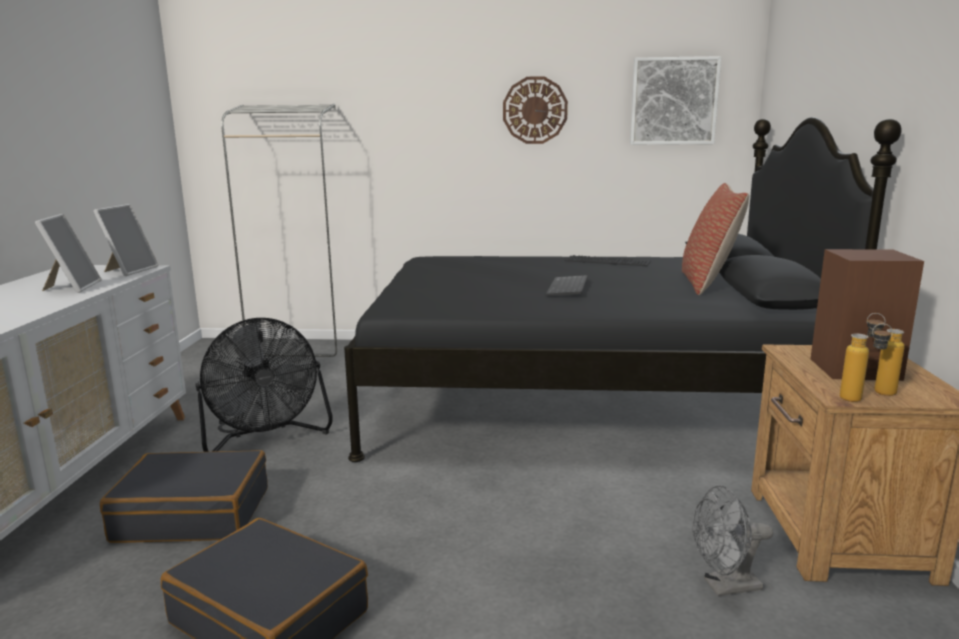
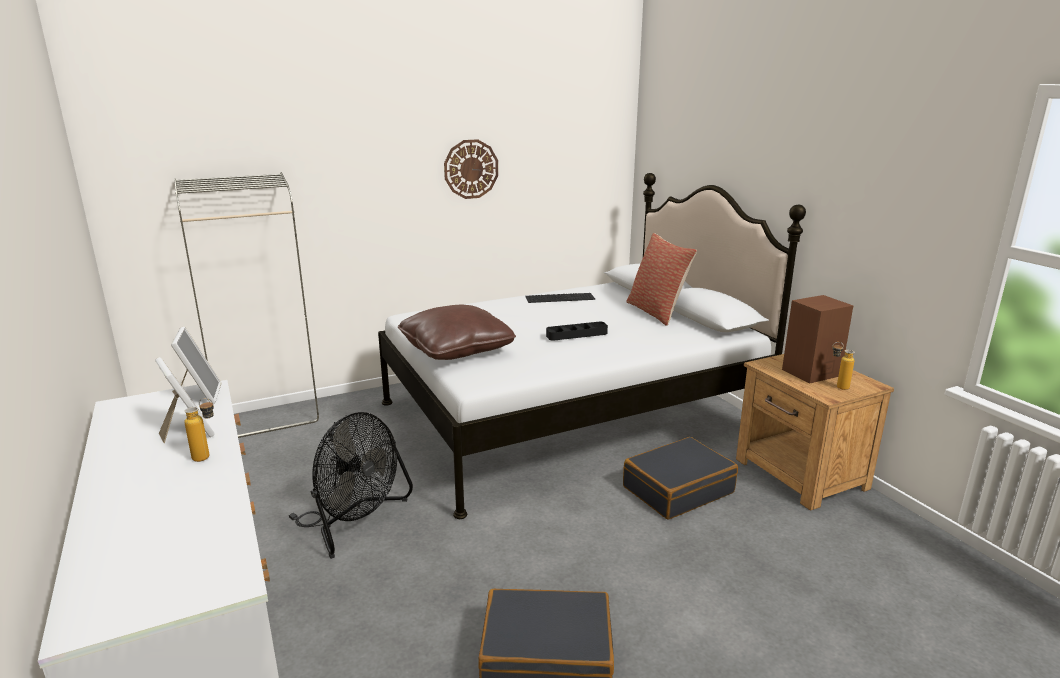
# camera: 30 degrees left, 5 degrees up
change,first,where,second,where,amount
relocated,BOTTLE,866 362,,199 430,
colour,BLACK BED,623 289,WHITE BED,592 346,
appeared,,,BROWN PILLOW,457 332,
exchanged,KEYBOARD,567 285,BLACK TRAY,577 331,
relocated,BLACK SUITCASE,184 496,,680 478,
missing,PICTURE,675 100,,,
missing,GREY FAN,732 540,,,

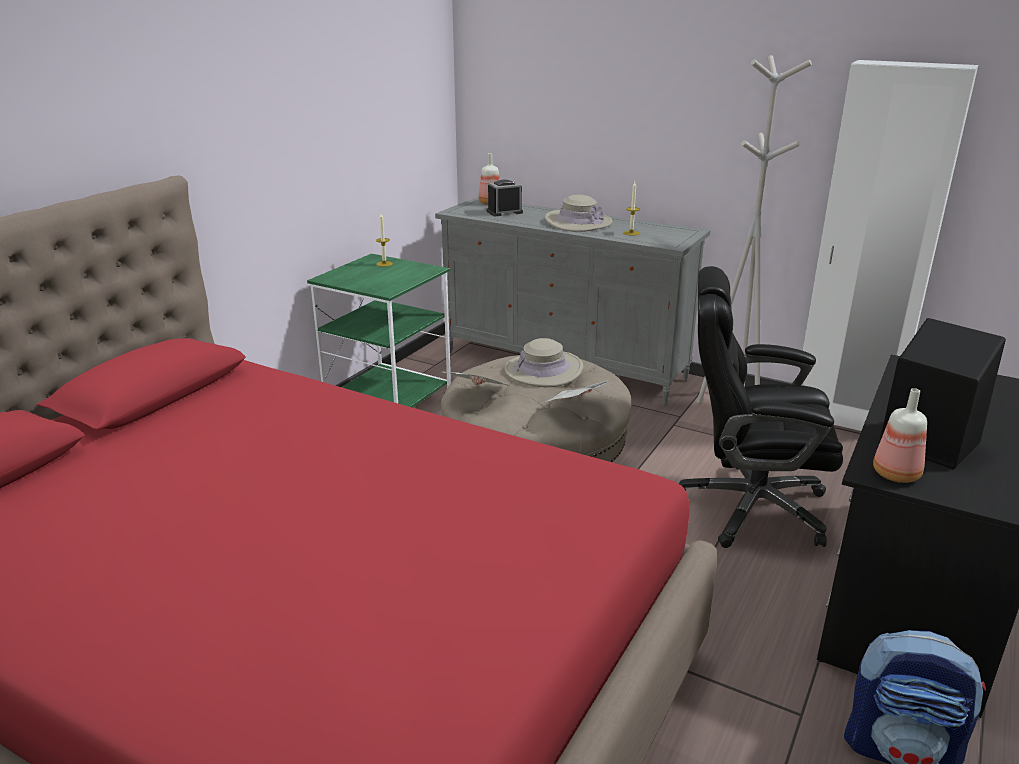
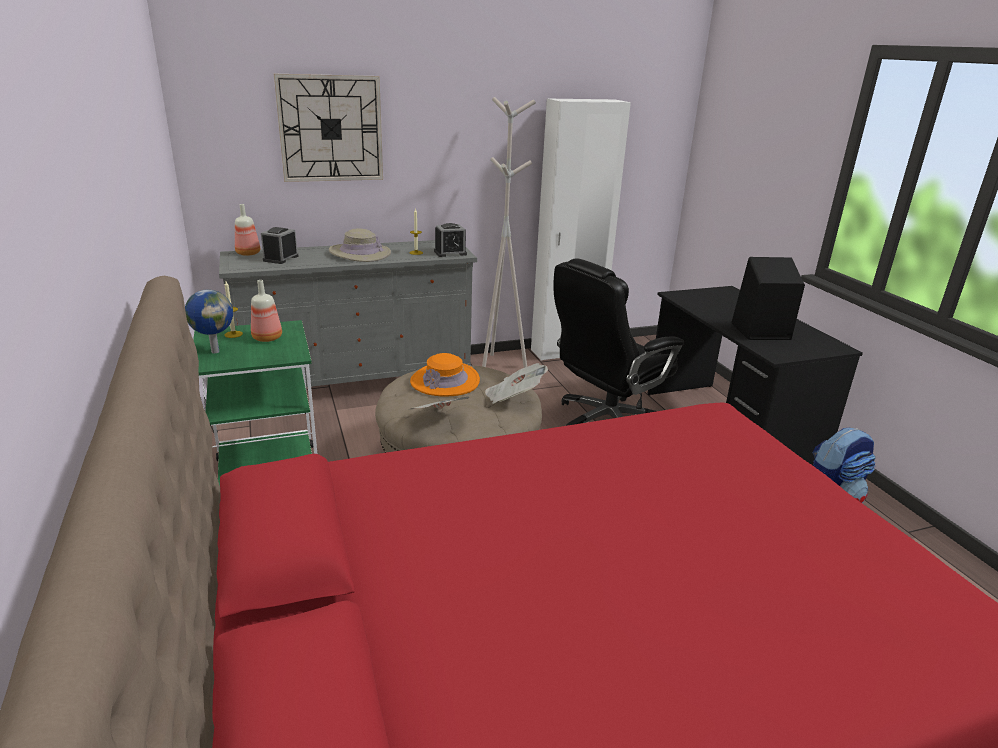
# camera: 50 degrees left, 0 degrees up
change,first,where,second,where,amount
appeared,,,GLOBE,209 321,
relocated,BOTTLE,900 435,,266 311,
appeared,,,WALL CLOCK,328 128,
colour,BEIGE HAT,543 362,ORANGE HAT,445 375,
appeared,,,ALARM CLOCK,450 240,

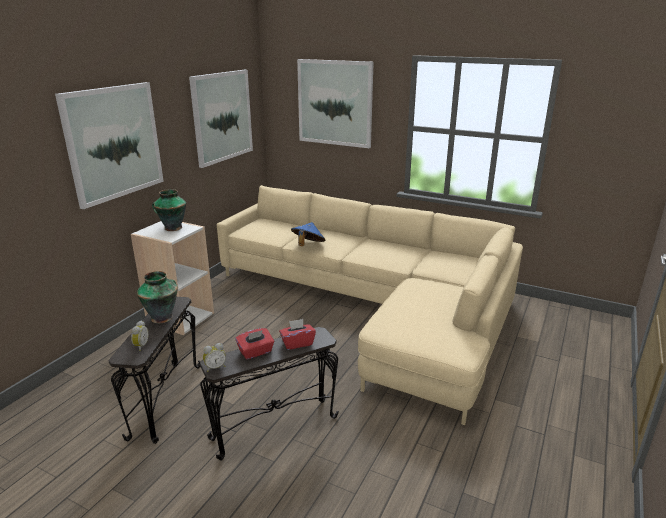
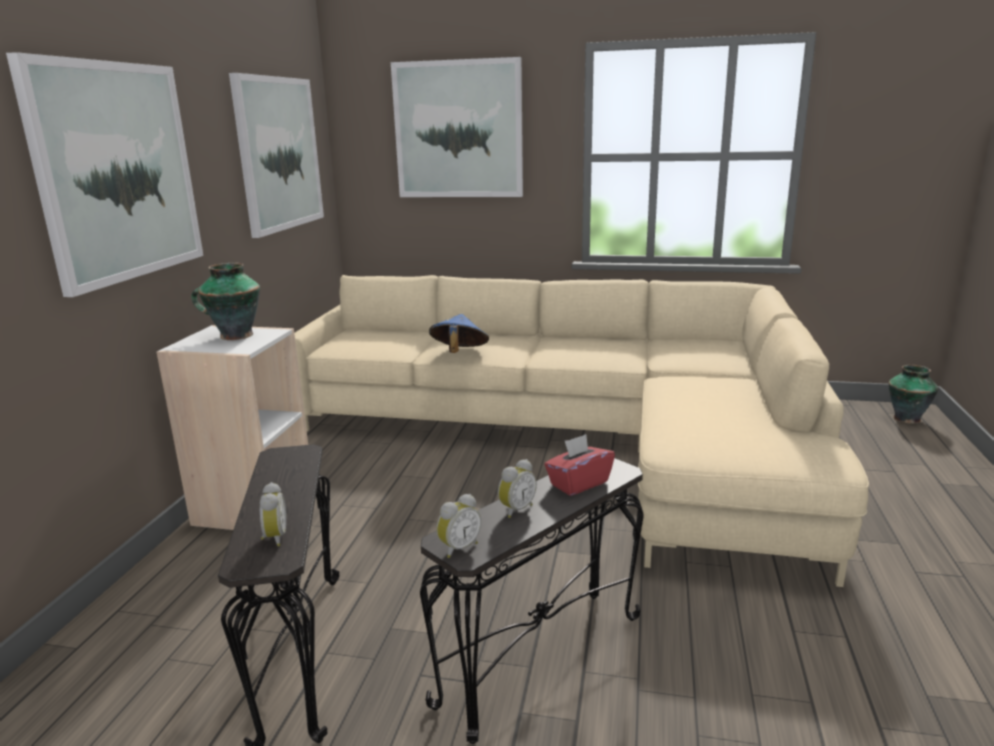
# camera: 15 degrees left, 5 degrees down
change,first,where,second,where,amount
exchanged,RED TISSUE BOX,254 343,ALARM CLOCK,517 488,
relocated,VASE,157 297,,914 394,

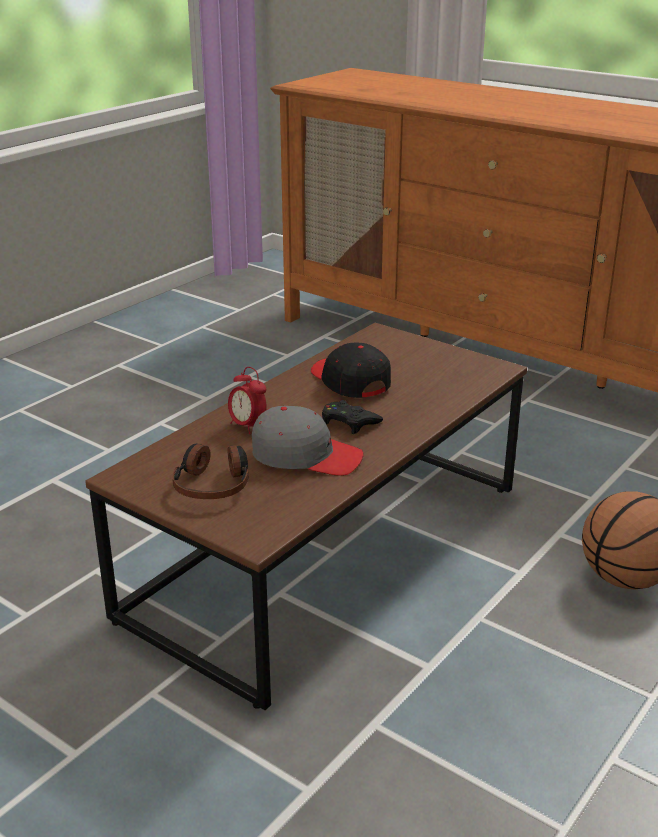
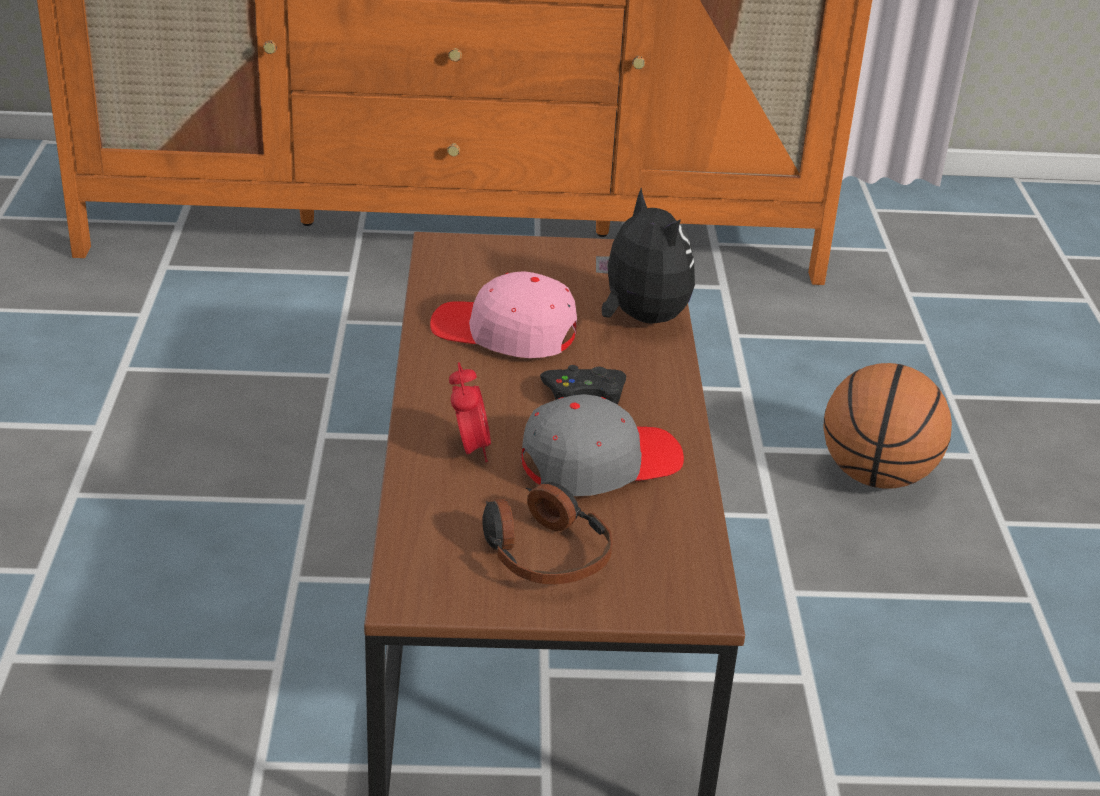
# camera: 40 degrees left, 5 degrees up
change,first,where,second,where,amount
colour,BLACK CAP,351 370,PINK CAP,503 314,
spun,ALARM CLOCK,247 400,,470 412,105 degrees counterclockwise
appeared,,,PLUSH TOY,645 256,

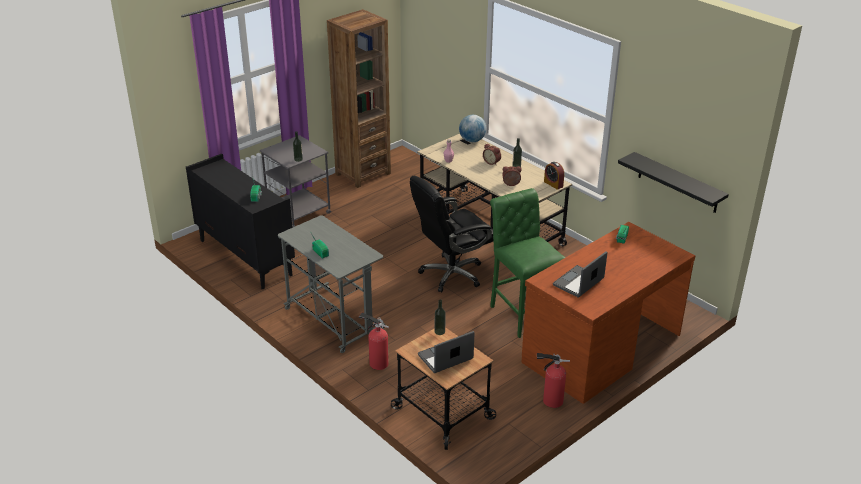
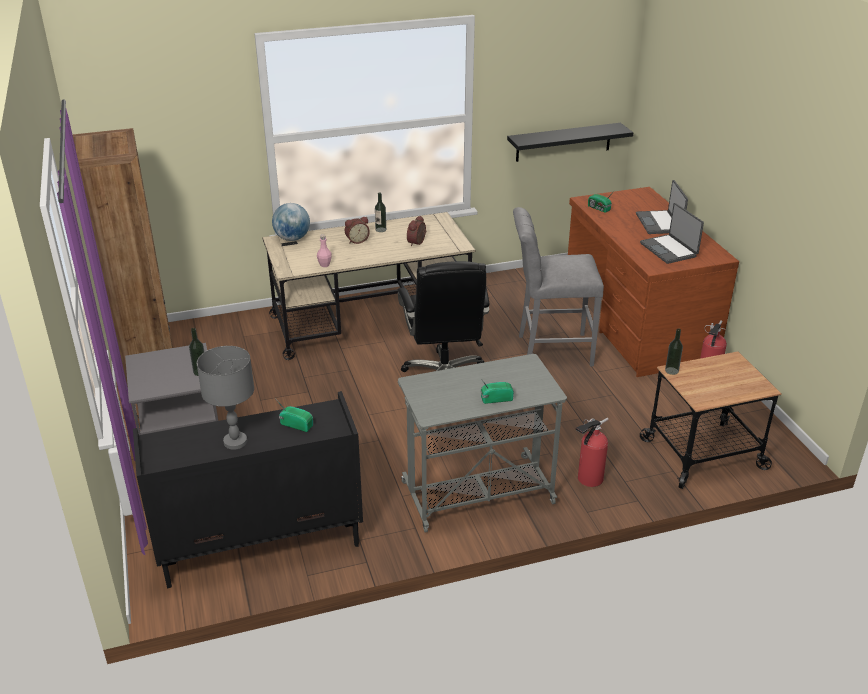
# camera: 65 degrees left, 0 degrees up
change,first,where,second,where,amount
appeared,,,GREY TABLE LAMP,225 398,
colour,GREEN STOOL,528 263,GREY STOOL,558 286,
relocated,LAPTOP,446 352,,662 207,
missing,ALARM CLOCK,554 176,,,

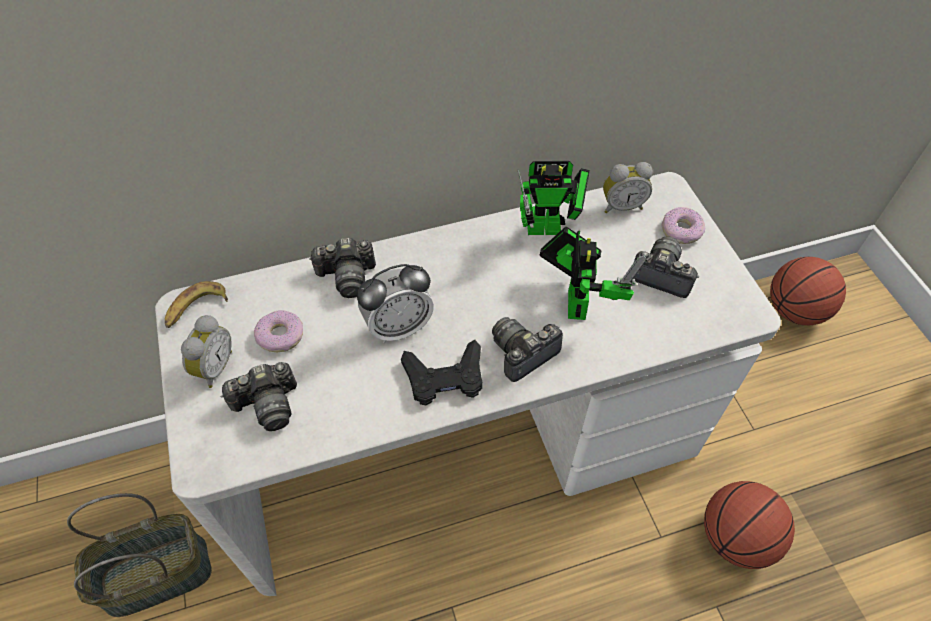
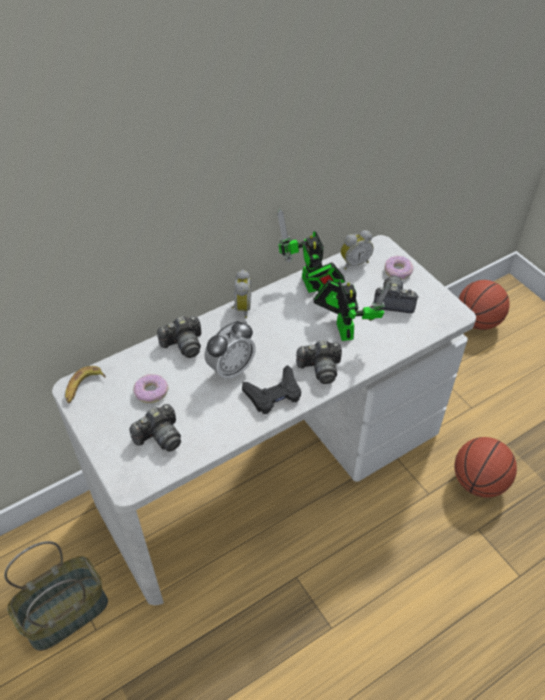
# camera: 15 degrees left, 5 degrees down
change,first,where,second,where,amount
relocated,ALARM CLOCK,206 351,,241 294,
spun,TOY ROBOT,554 198,,311 251,90 degrees clockwise
spun,PHOTO CAMERA,527 349,,319 362,135 degrees counterclockwise

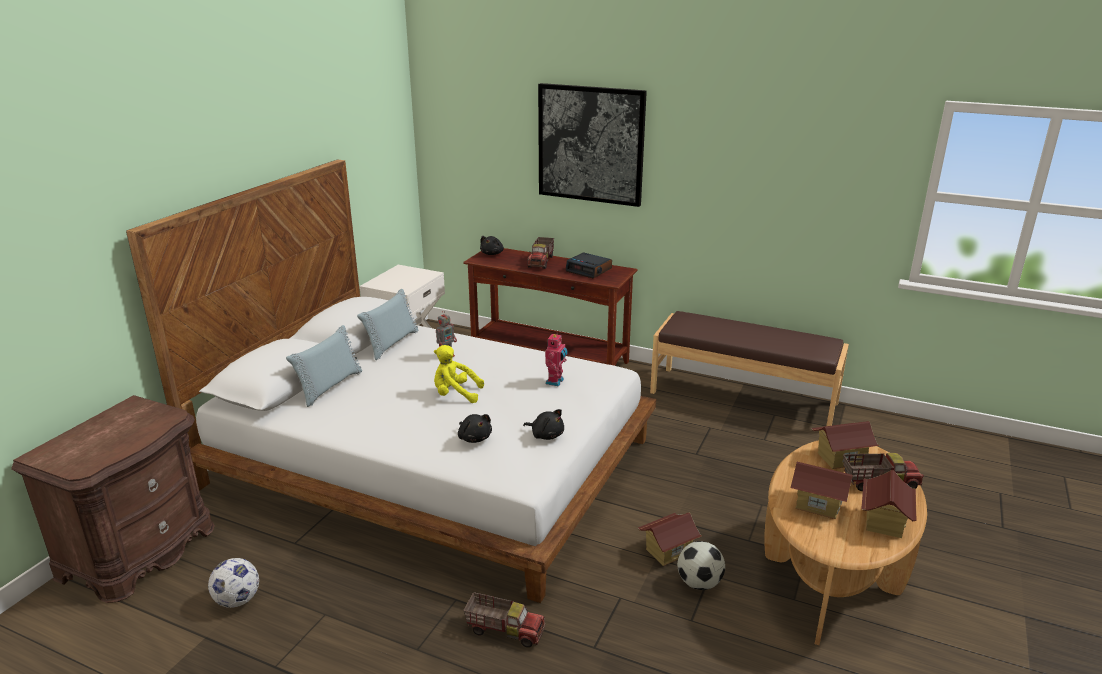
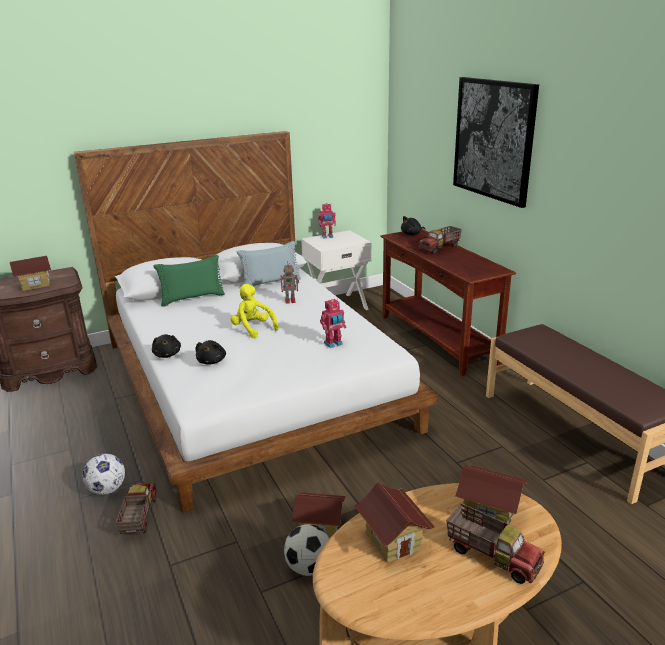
# camera: 40 degrees right, 0 degrees up
change,first,where,second,where,amount
relocated,TOY HOUSE,888 504,,30 273,
relocated,FOOTBALL,233 583,,104 474,
spun,TOY TRUCK,504 620,,136 508,150 degrees counterclockwise
relocated,BLACK PLUSH TOY,543 424,,166 346,
colour,BLUE PILLOW,324 366,GREEN PILLOW,189 281,
appeared,,,TOY ROBOT,327 221,
missing,ALARM CLOCK,588 265,,,

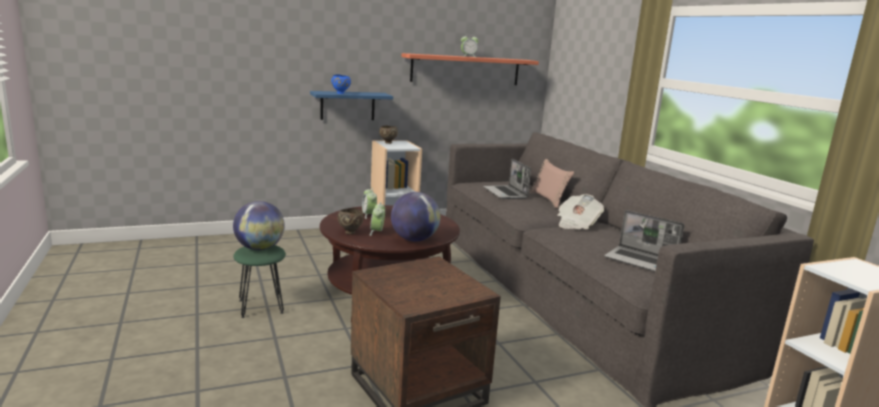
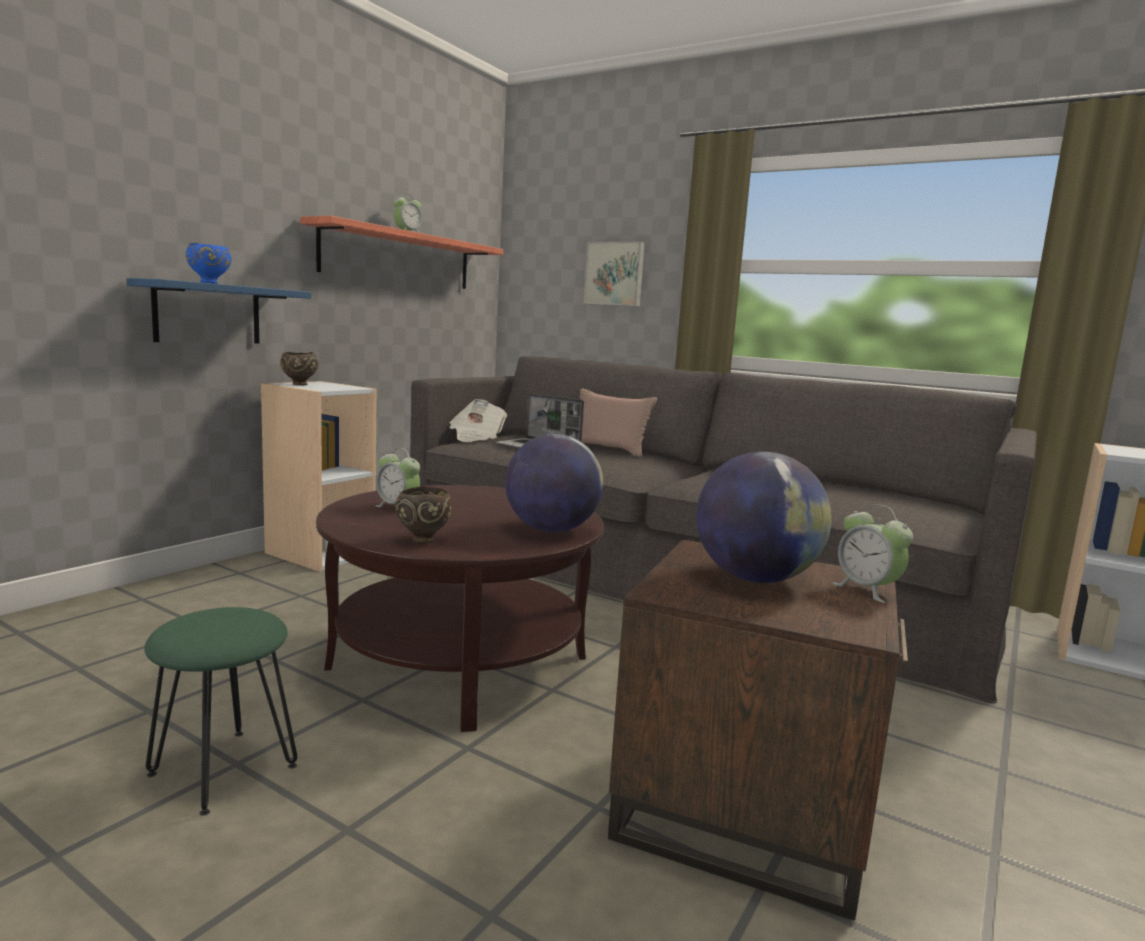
# camera: 35 degrees left, 5 degrees down
change,first,where,second,where,amount
relocated,NEWSPAPER,581 211,,478 420,
appeared,,,PICTURE,614 274,
relocated,GLOBE,259 225,,764 517,
relocated,ALARM CLOCK,377 219,,873 553,
missing,LAPTOP,644 240,,,

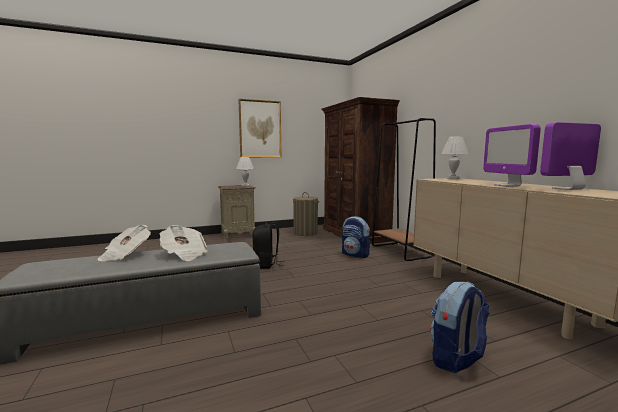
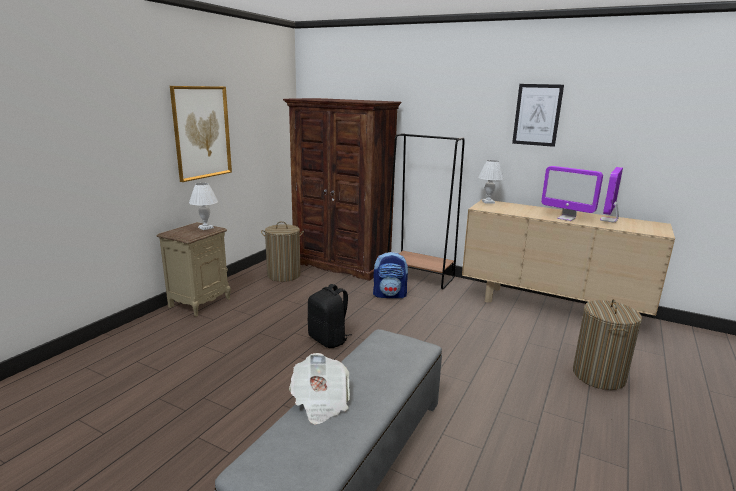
# camera: 40 degrees left, 10 degrees up
change,first,where,second,where,amount
appeared,,,PICTURE,538 115,
exchanged,BACKPACK,460 327,LAUNDRY BASKET,607 344,
missing,NEWSPAPER,184 243,,,

